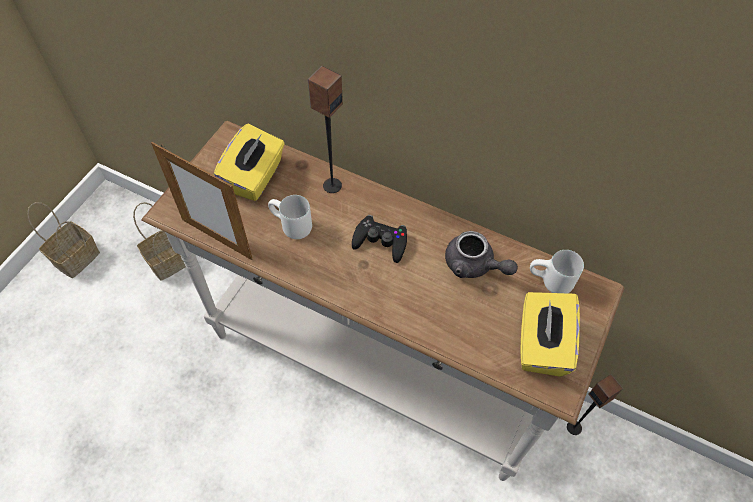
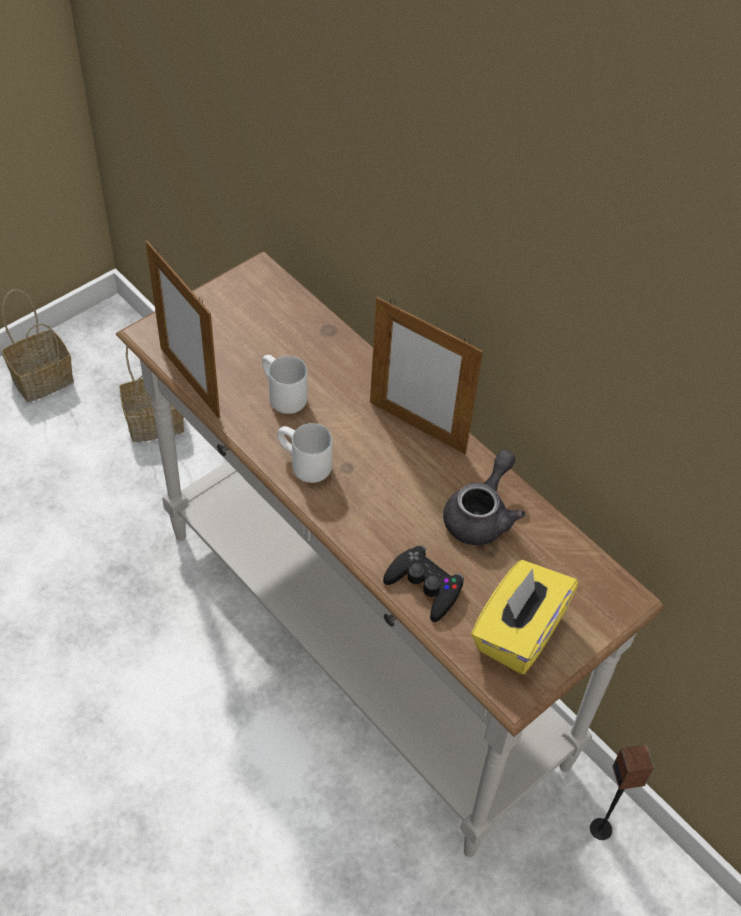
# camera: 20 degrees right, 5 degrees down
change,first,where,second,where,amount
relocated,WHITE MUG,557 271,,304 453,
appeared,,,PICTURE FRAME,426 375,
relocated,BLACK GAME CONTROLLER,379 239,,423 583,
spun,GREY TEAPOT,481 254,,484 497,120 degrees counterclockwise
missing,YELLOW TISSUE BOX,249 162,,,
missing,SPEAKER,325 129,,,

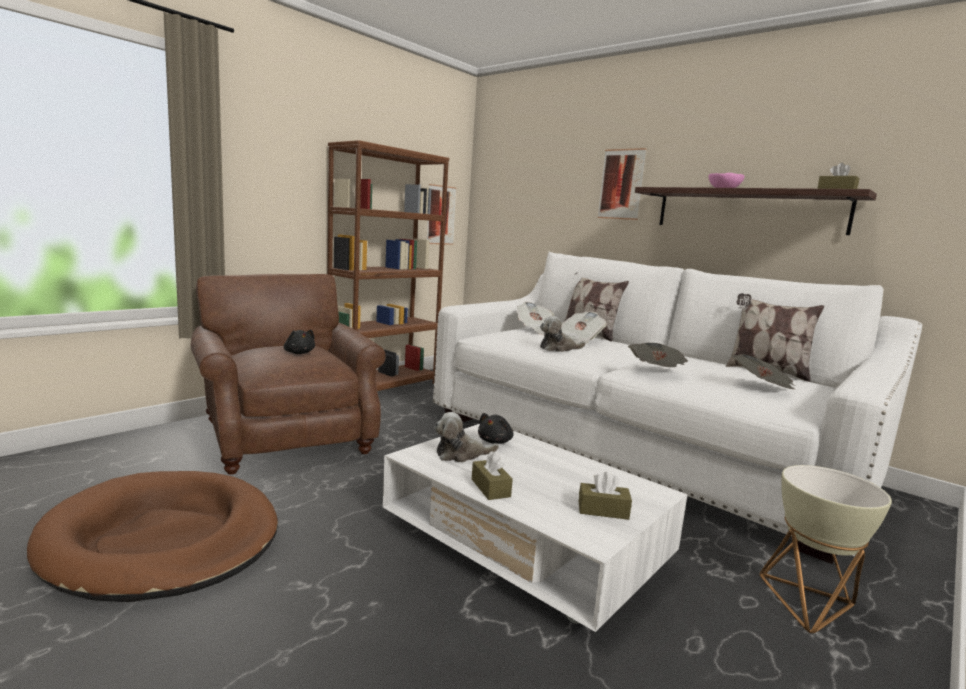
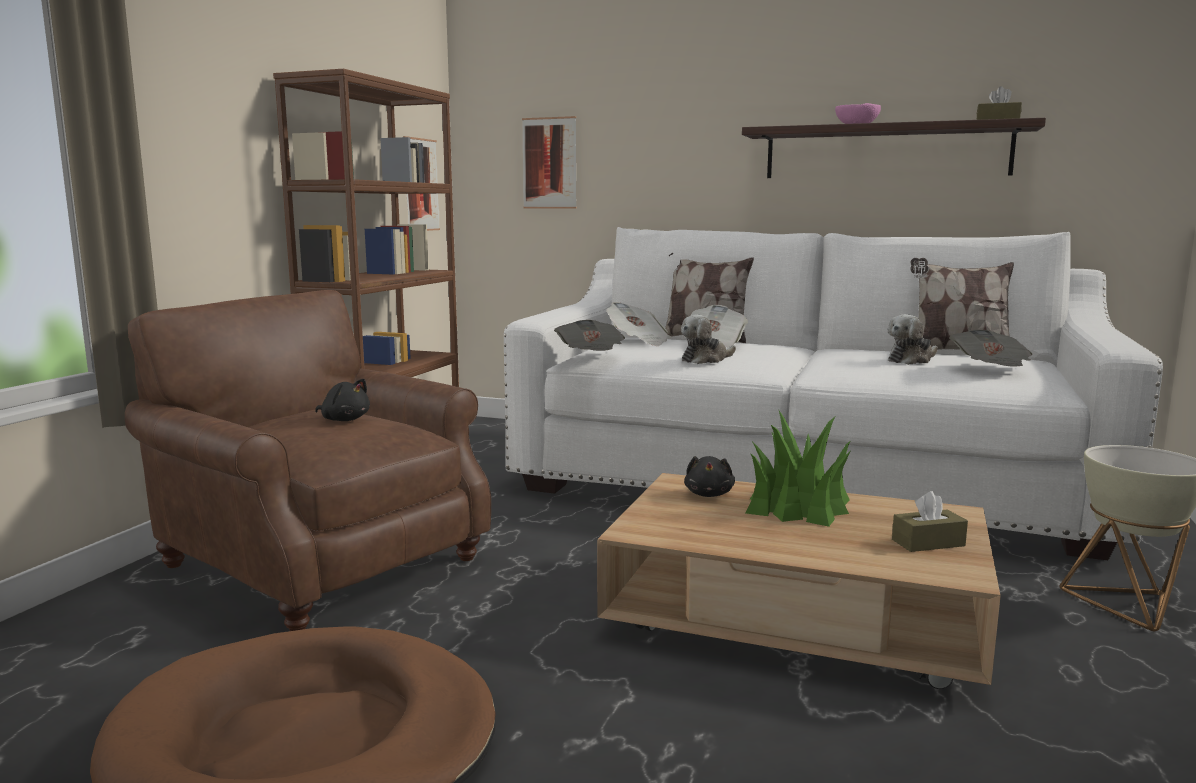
# camera: 20 degrees left, 0 degrees up
change,first,where,second,where,amount
relocated,PICTURE,622 184,,549 162,
relocated,NEWSPAPER,658 355,,589 335,
colour,WHITE COFFEE TABLE,535 528,BROWN COFFEE TABLE,799 581,
appeared,,,POTTED PLANT,798 468,
relocated,PLUSH TOY,466 437,,913 339,
missing,BROWN TISSUE BOX,492 475,,,

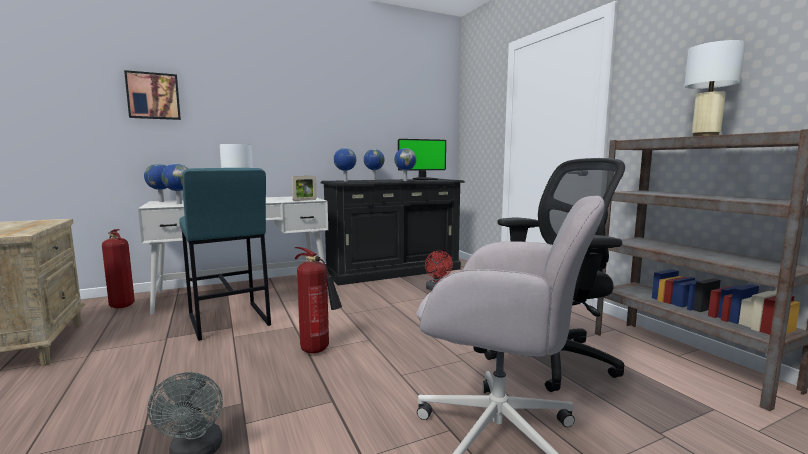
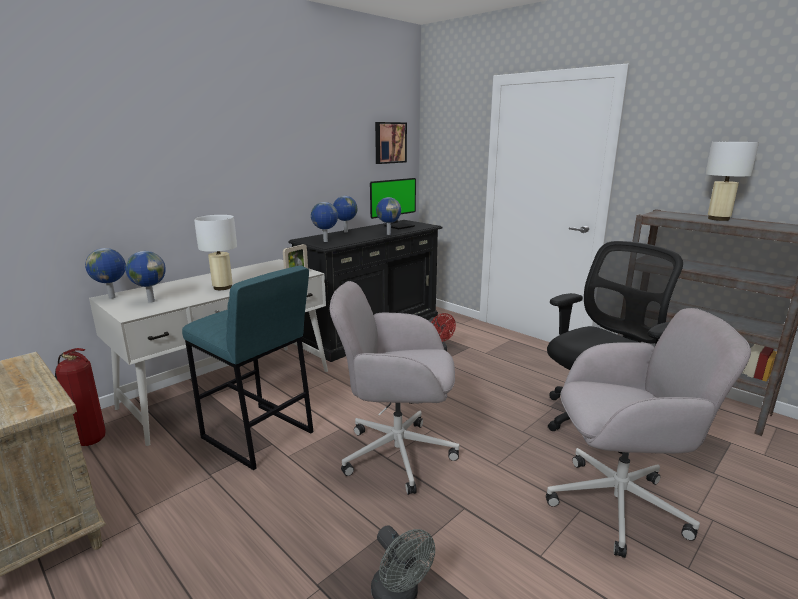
# camera: 20 degrees left, 10 degrees up
change,first,where,second,where,amount
exchanged,FIRE EXTINGUISHER,318 300,GREY OFFICE CHAIR,394 388,
relocated,PICTURE,152 95,,391 143,

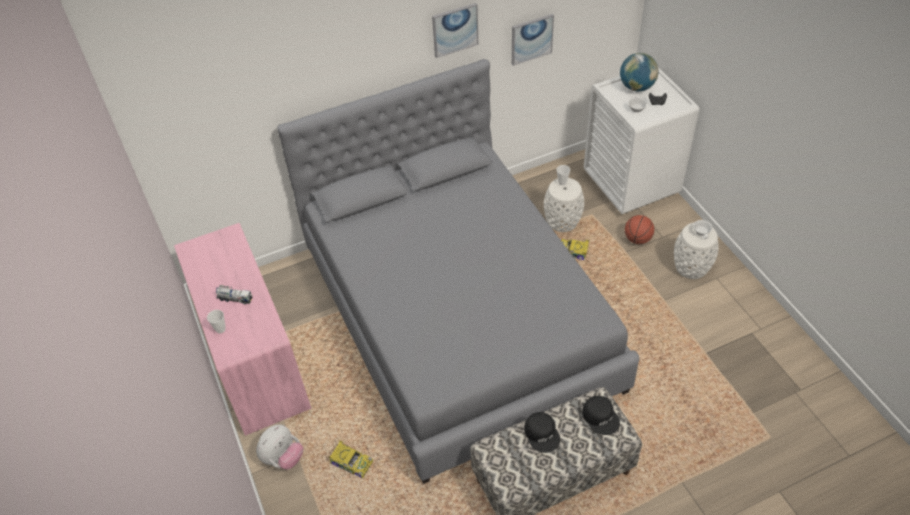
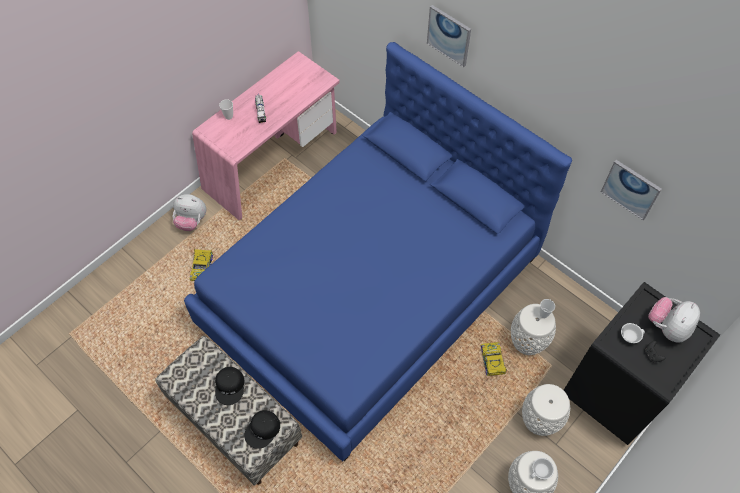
# camera: 65 degrees right, 10 degrees up
change,first,where,second,where,amount
colour,GREY BED,458 271,BLUE BED,378 251,
spun,BLACK CAP,542 432,,229 386,45 degrees counterclockwise
relocated,PICTURE,455 30,,449 36,
exchanged,BASKETBALL,639 229,WHITE STOOL,546 410,
colour,WHITE DRESSER,641 140,BLACK DRESSER,642 363,
exchanged,GLOBE,639 72,PLUSH TOY,674 320,

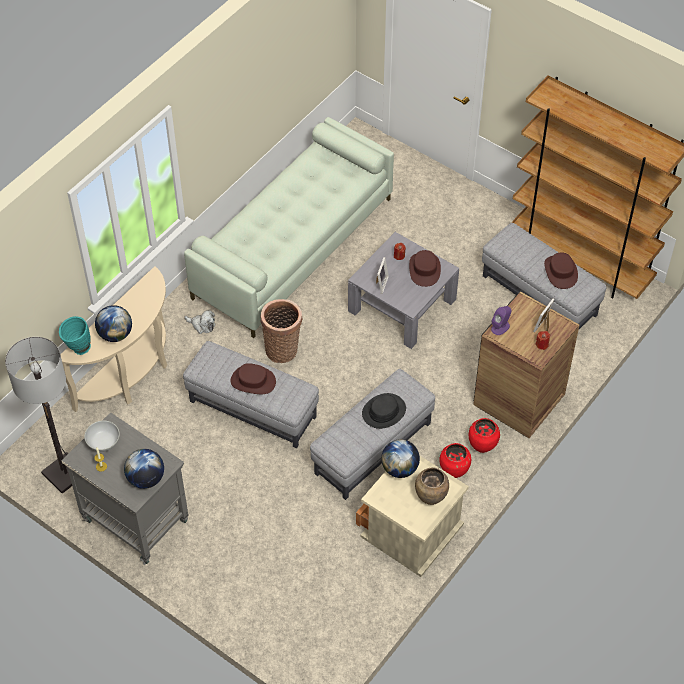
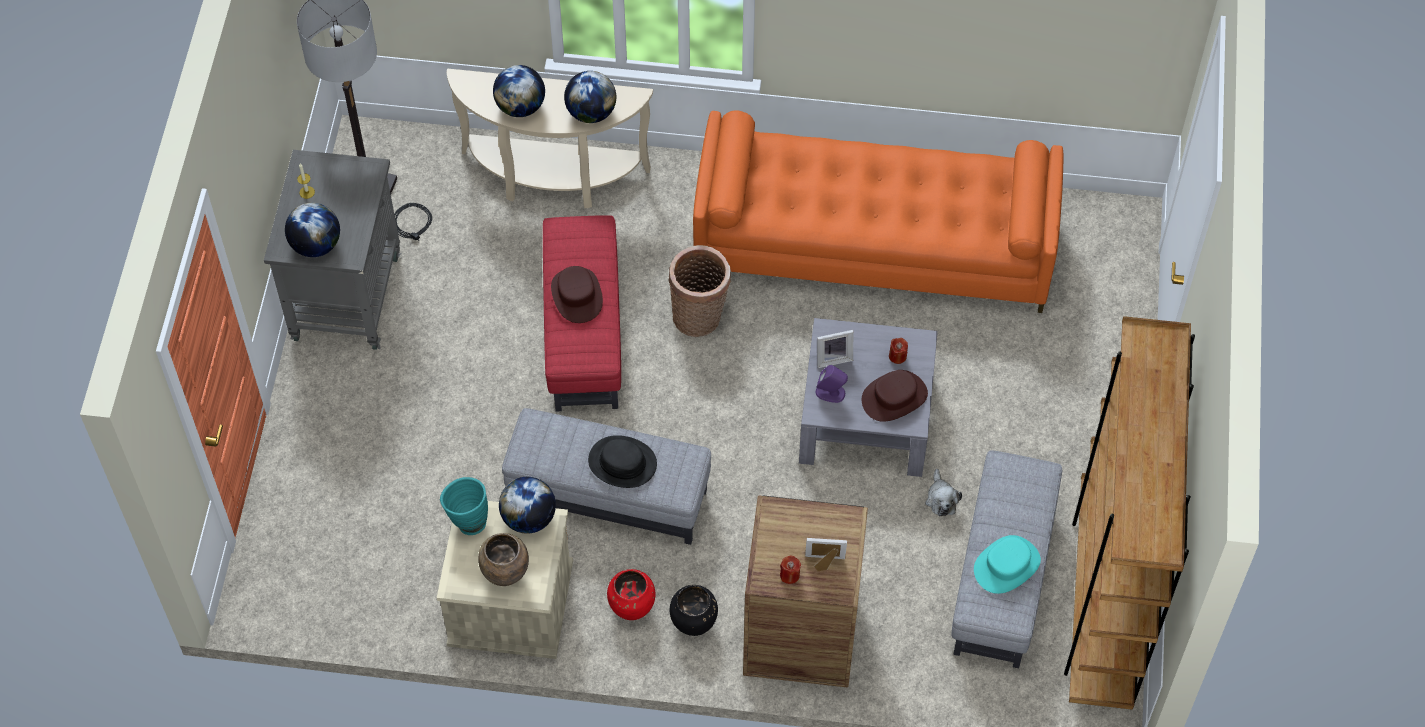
# camera: 60 degrees right, 5 degrees up
change,first,where,second,where,amount
relocated,TURQUOISE VASE,75 335,,464 506,
colour,GREY OTTOMAN,251 394,RED OTTOMAN,582 313,
appeared,,,GLOBE,590 97,
colour,RED VASE,484 435,BLACK VASE,694 610,
colour,WHITE SOFA,289 227,ORANGE SOFA,878 211,
relocated,PURPLE SPEAKER,501 320,,832 384,
relocated,PLUSH TOY,199 322,,943 492,
colour,BROWN HAT,561 270,TURQUOISE HAT,1007 564,
missing,WHITE BOWL,102 436,,,

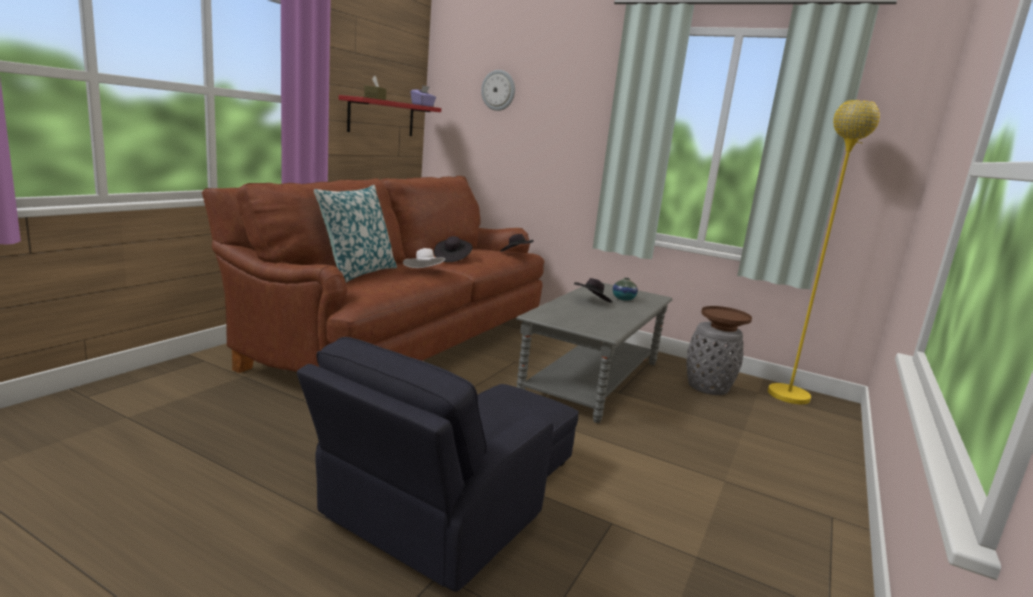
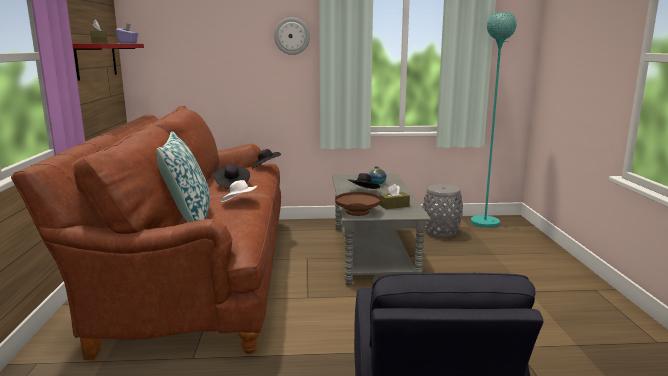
# camera: 30 degrees left, 0 degrees up
change,first,where,second,where,amount
relocated,WALL CLOCK,498 90,,292 36,
relocated,BROWN BOWL,726 319,,358 204,
appeared,,,BROWN TISSUE BOX,394 196,
colour,YELLOW FLOOR LAMP,824 252,TURQUOISE FLOOR LAMP,493 120,

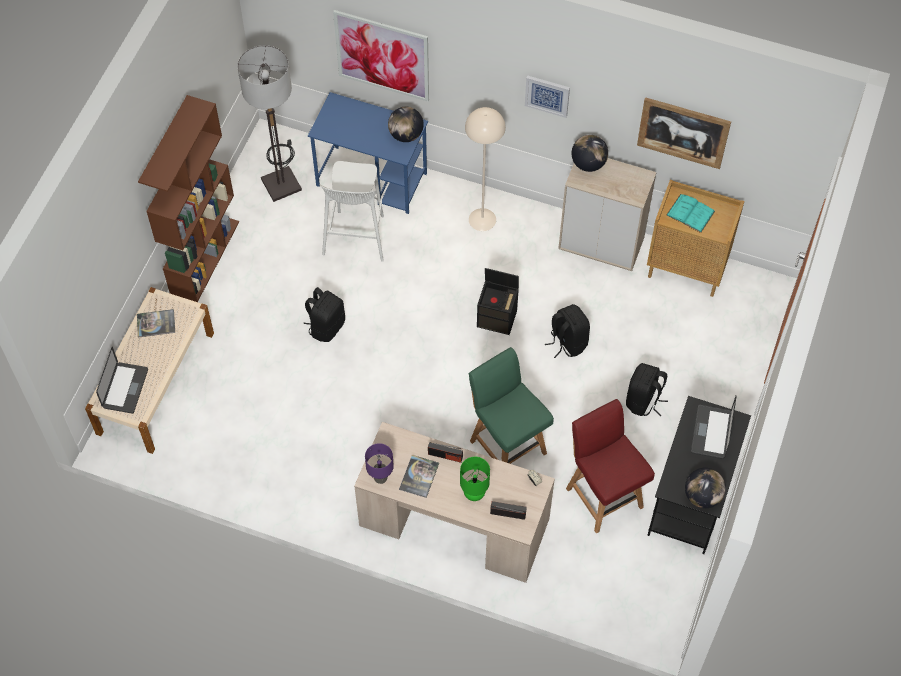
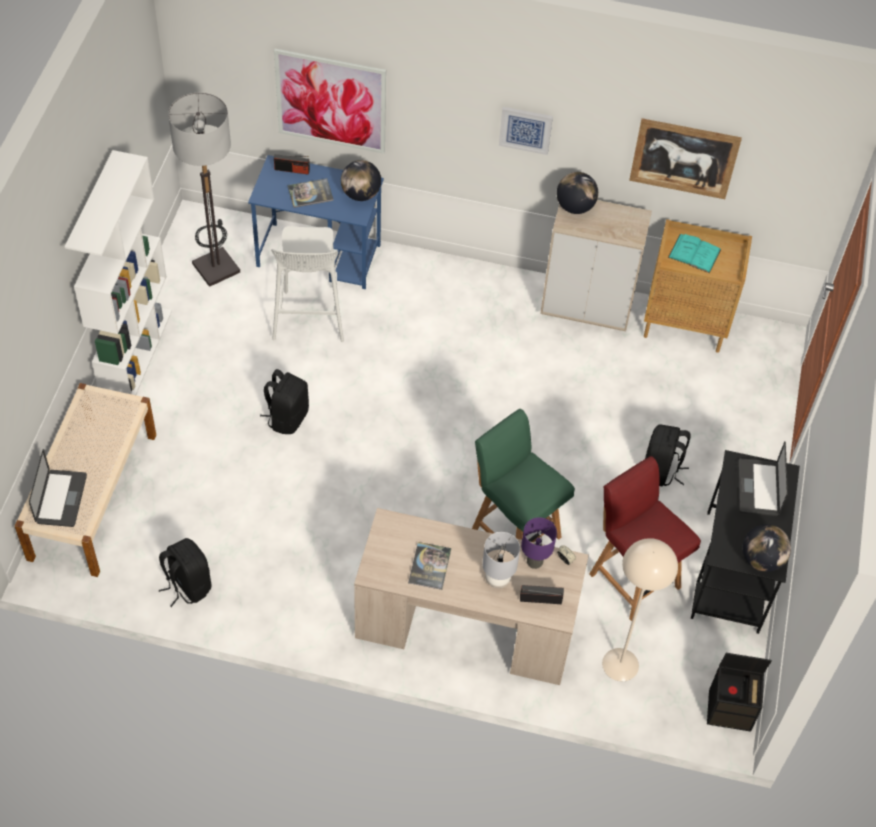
# camera: 10 degrees left, 5 degrees down
change,first,where,second,where,amount
colour,BROWN BOOKCASE,188 198,WHITE BOOKCASE,118 272,
relocated,BLACK BACKPACK,567 331,,185 572,
relocated,RADIO,445 452,,292 164,
relocated,BOOK,156 323,,310 193,
colour,GREEN TABLE LAMP,475 479,GREY TABLE LAMP,501 560,
relocated,PURPLE TABLE LAMP,379 463,,539 543,
relocated,BEIGE FLOOR LAMP,485 169,,640 609,
relocated,BLACK STORAGE BOX,498 301,,739 692,

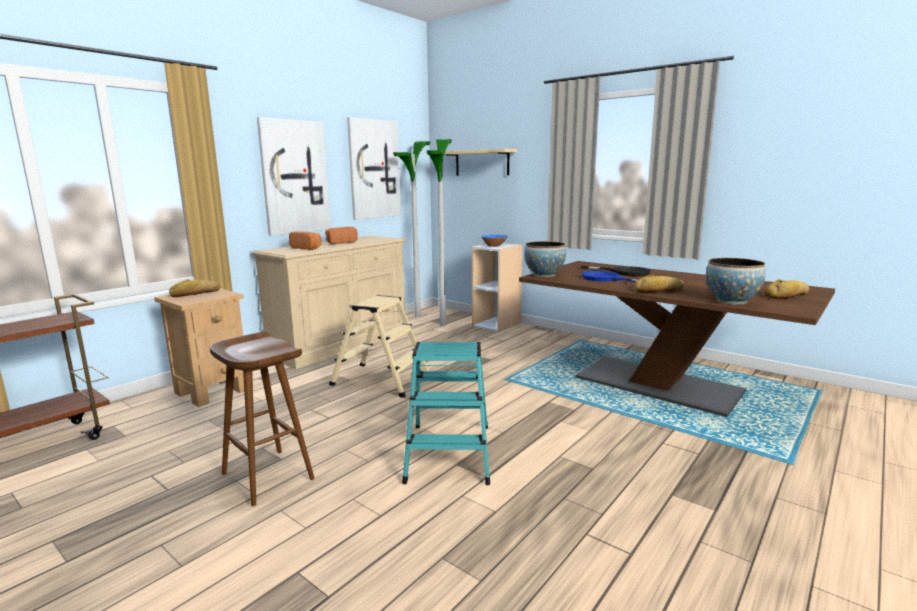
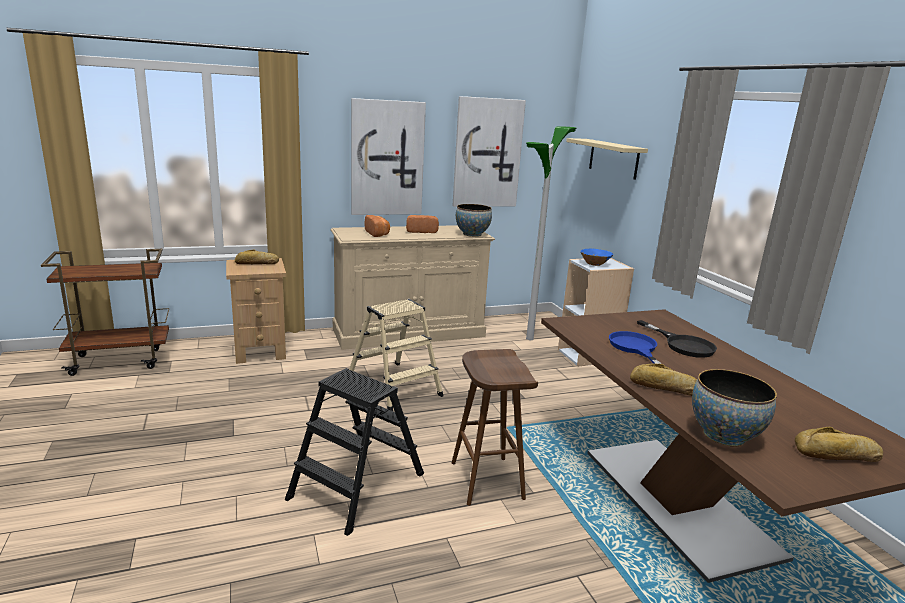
# camera: 30 degrees right, 5 degrees up
change,first,where,second,where,amount
colour,TURQUOISE STEP LADDER,446 413,BLACK STEP LADDER,354 452,
relocated,BROWN STOOL,262 419,,495 427,
relocated,BOWL,545 259,,474 220,
missing,FLOOR LAMP,411 229,,,

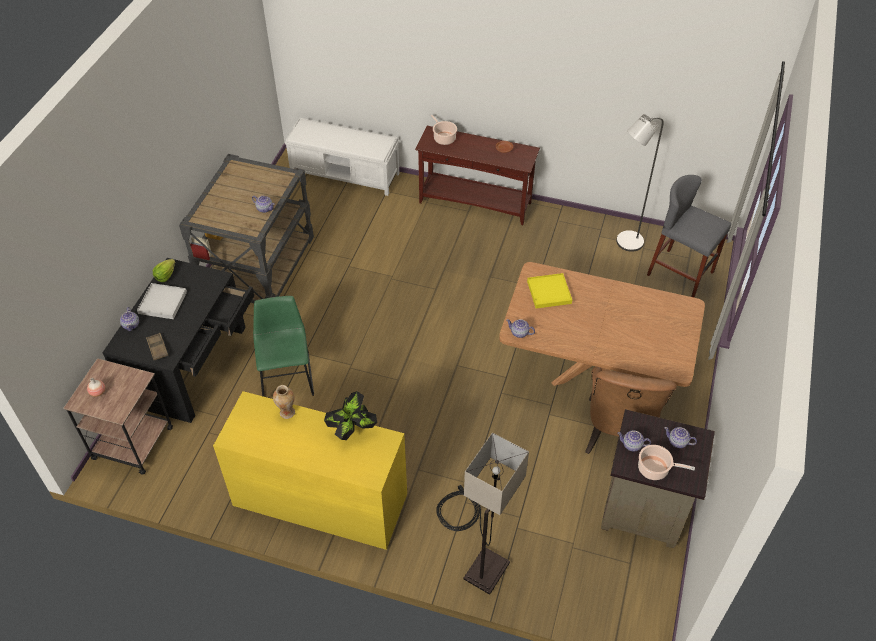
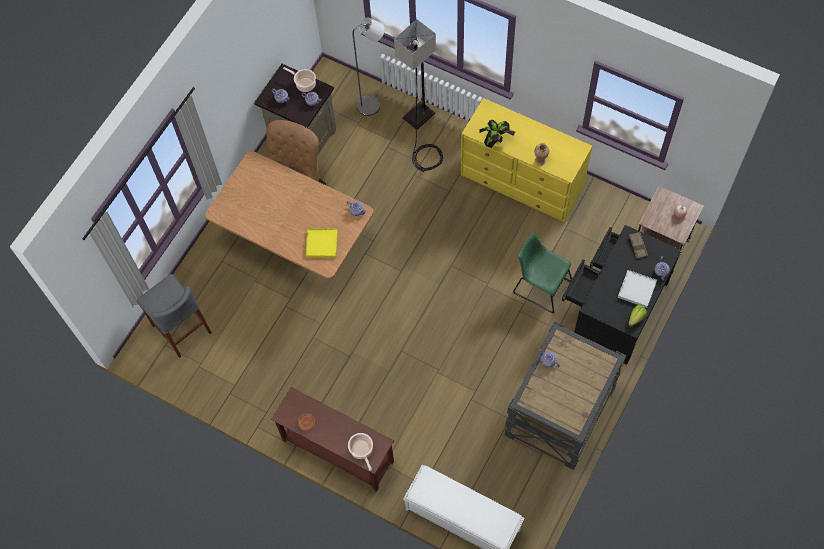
# camera: 165 degrees left, 15 degrees up
change,first,where,second,where,amount
relocated,GREY FLOOR LAMP,640 183,,369 67,
spun,GREEN CHAIR,283 346,,542 273,120 degrees clockwise

